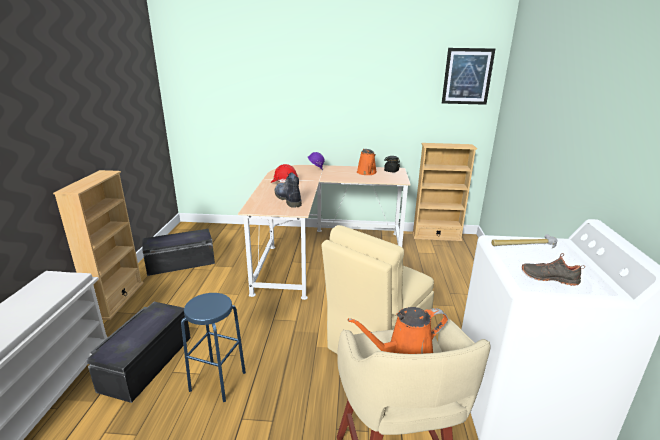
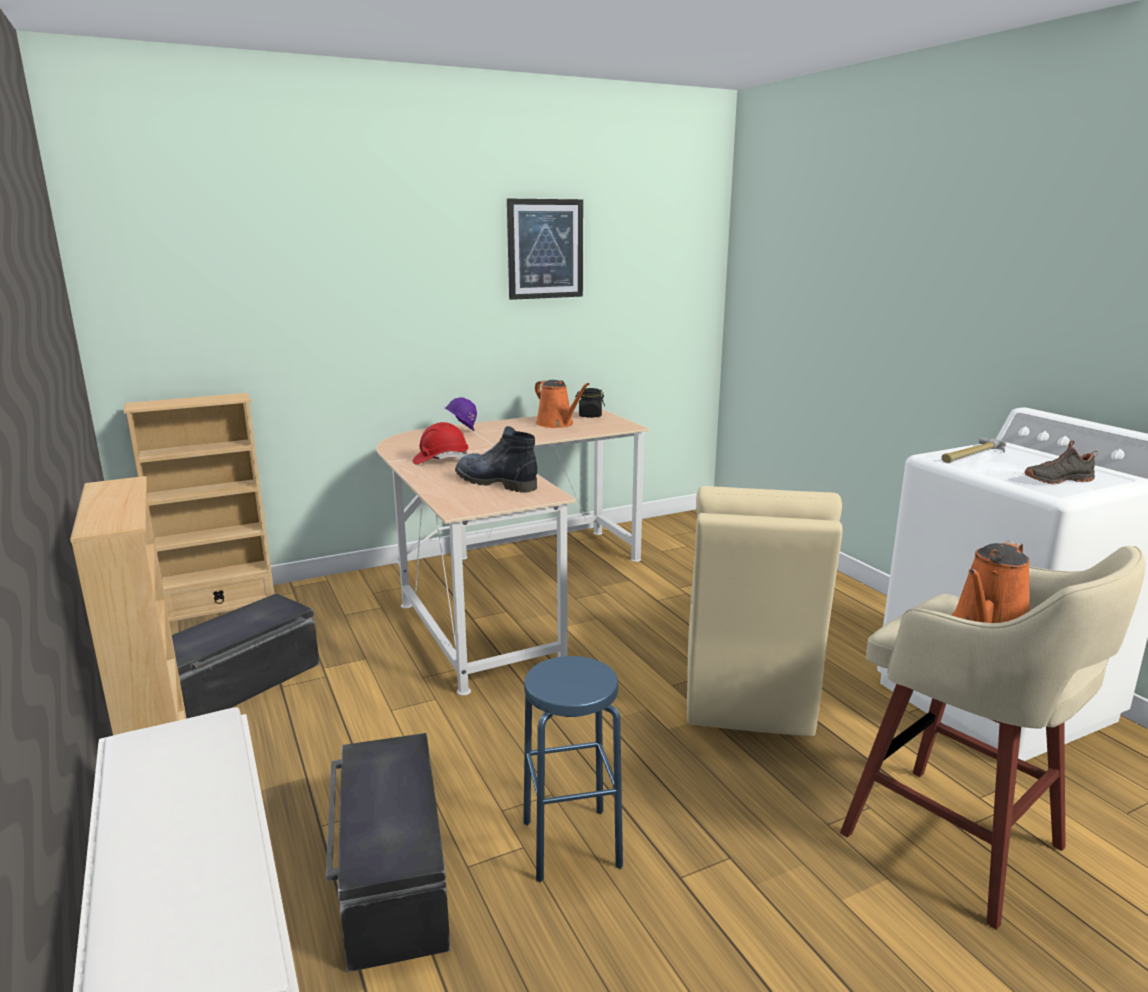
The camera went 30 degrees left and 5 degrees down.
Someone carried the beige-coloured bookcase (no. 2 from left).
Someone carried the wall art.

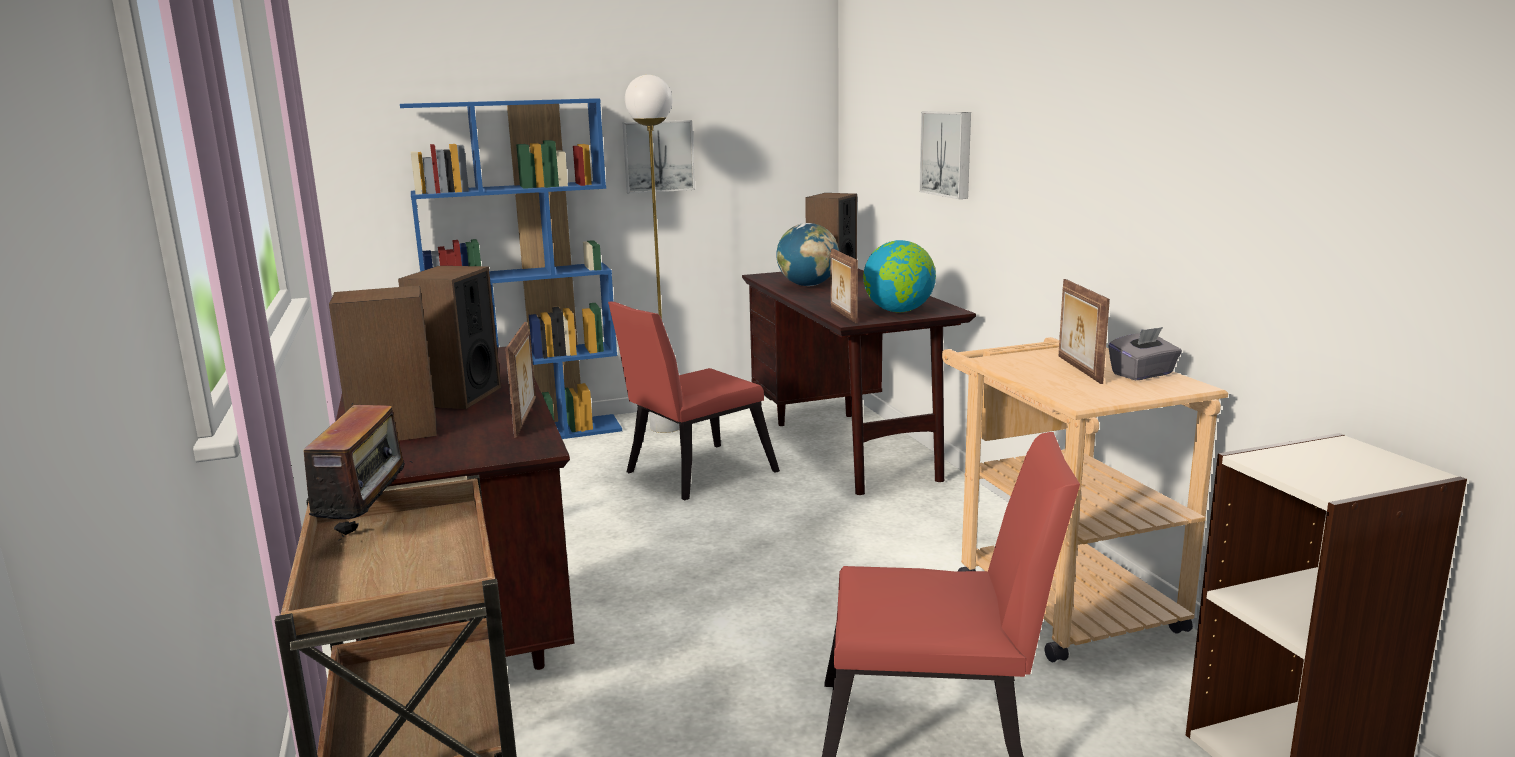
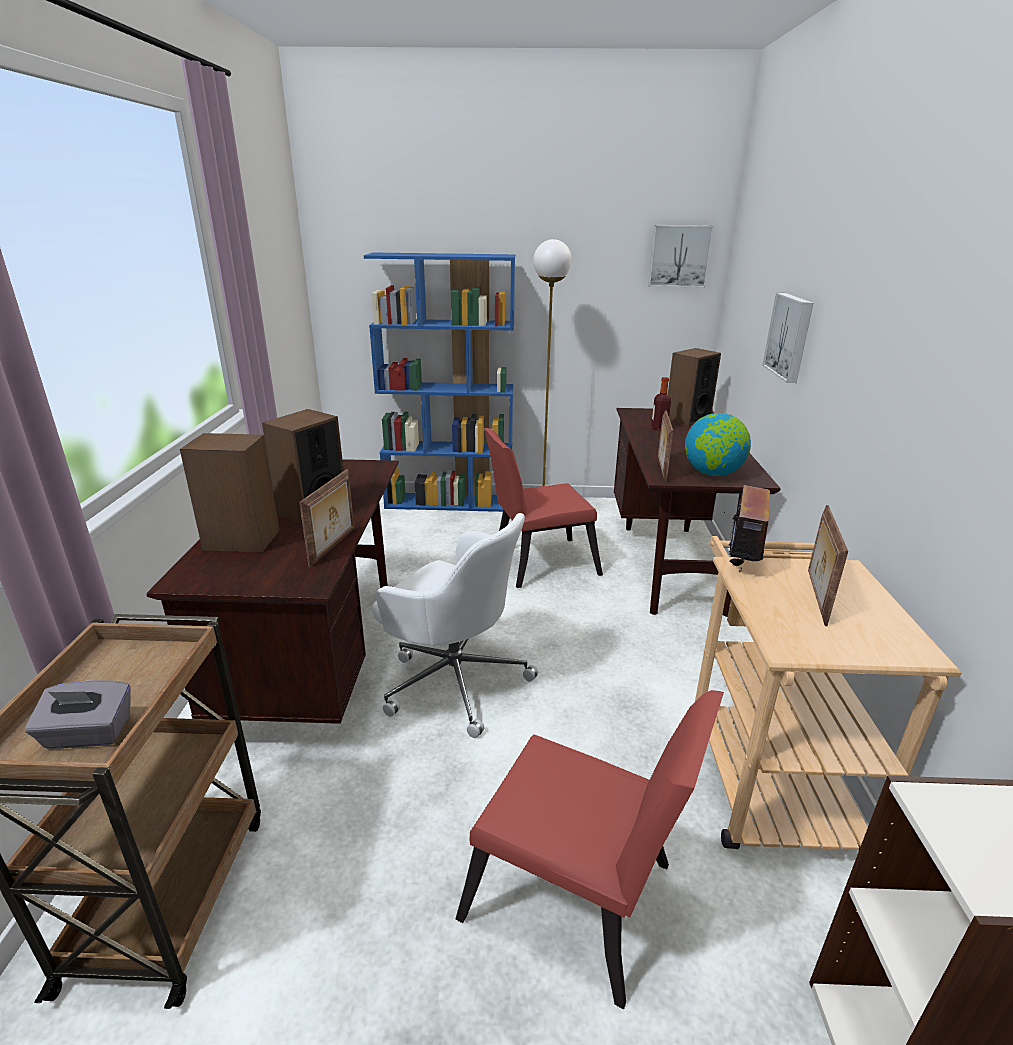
The camera went 20 degrees right and 10 degrees up.
Someone carried the radio set.
Someone carried the wall art (no. 1 from left).
Someone swapped the globe (no. 1 from left) for the drink bottle.
Someone carried the gray tissue holder.
Someone put down the white-coloured computer chair.

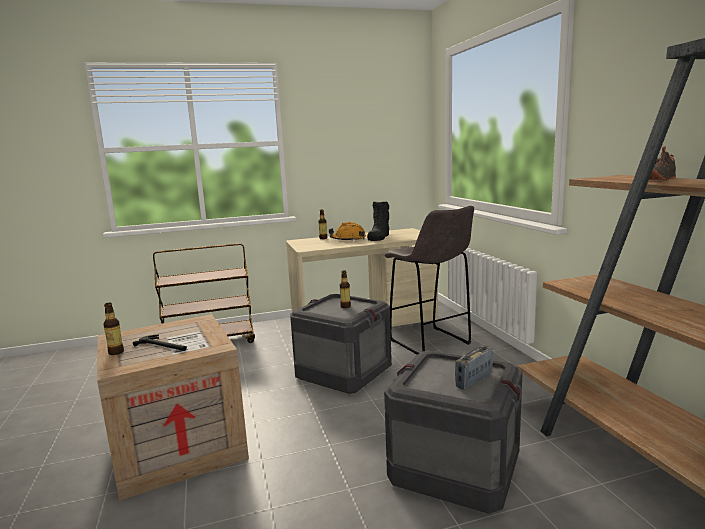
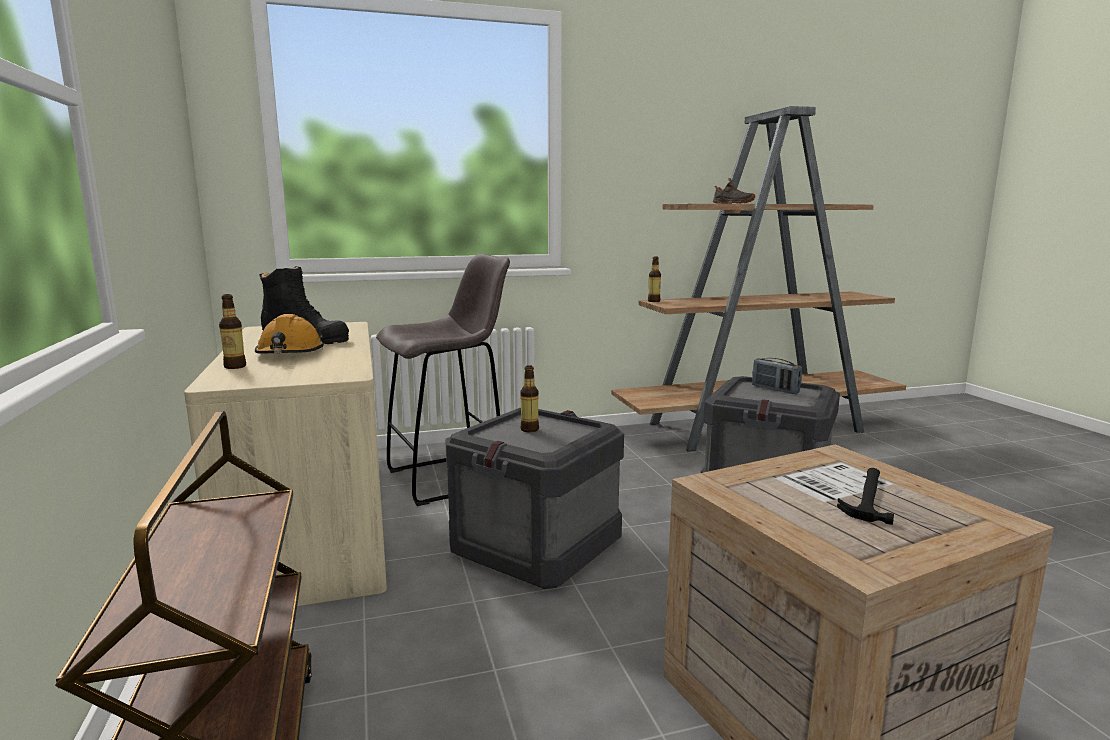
The camera went 90 degrees left and 0 degrees up.
Someone carried the drink bottle (no. 1 from left in the first image).

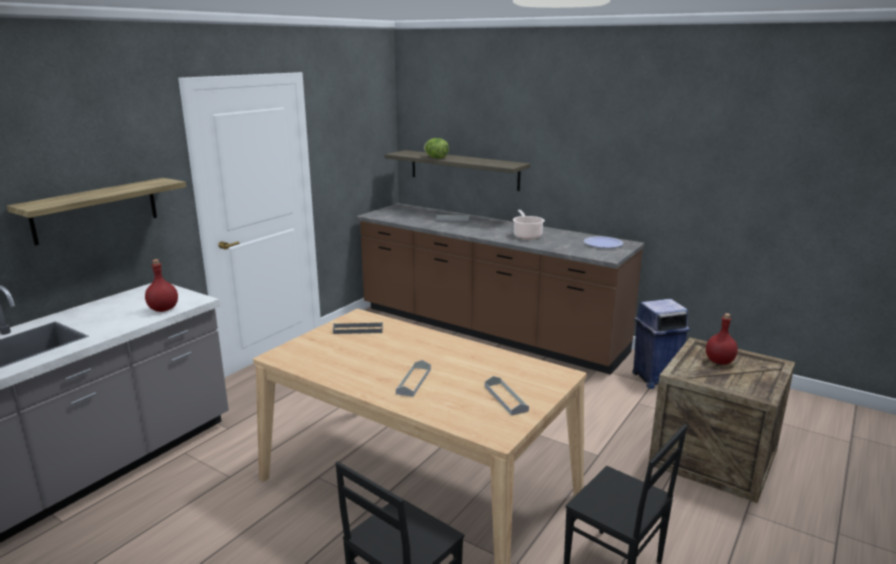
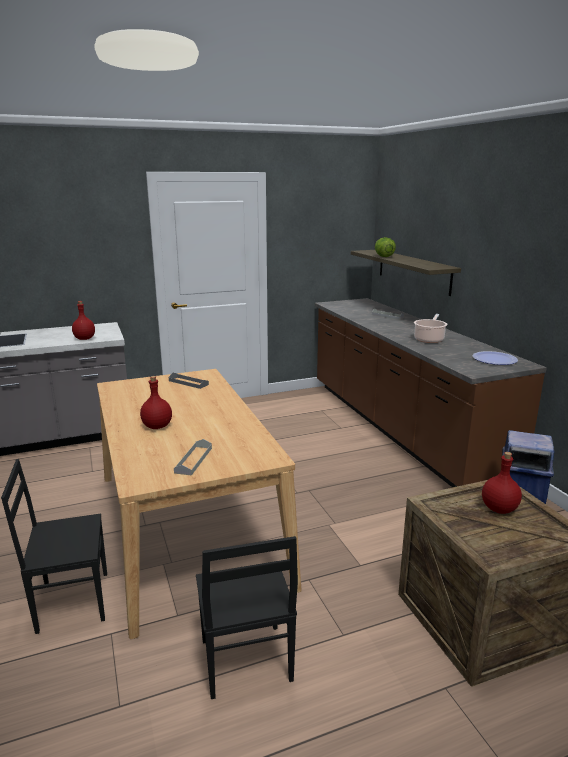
The camera went 35 degrees right and 0 degrees up.
Someone took away the bracket shelf (no. 1 from left).
Someone swapped the gray carrying tray (no. 2 from left) for the reddish drink bottle (no. 2 from left).

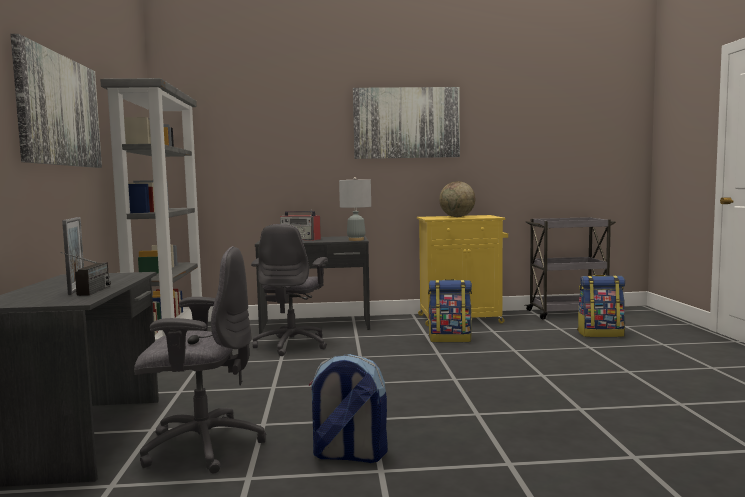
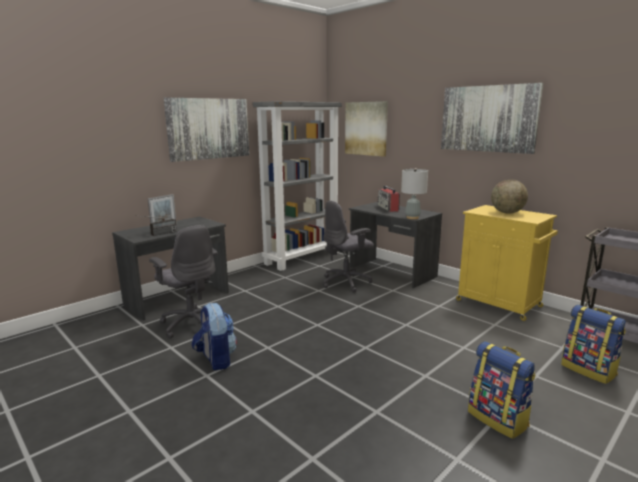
The camera went 50 degrees right and 10 degrees up.
Someone carried the rucksack (no. 2 from left).
Someone put up the wall art (no. 2 from left).

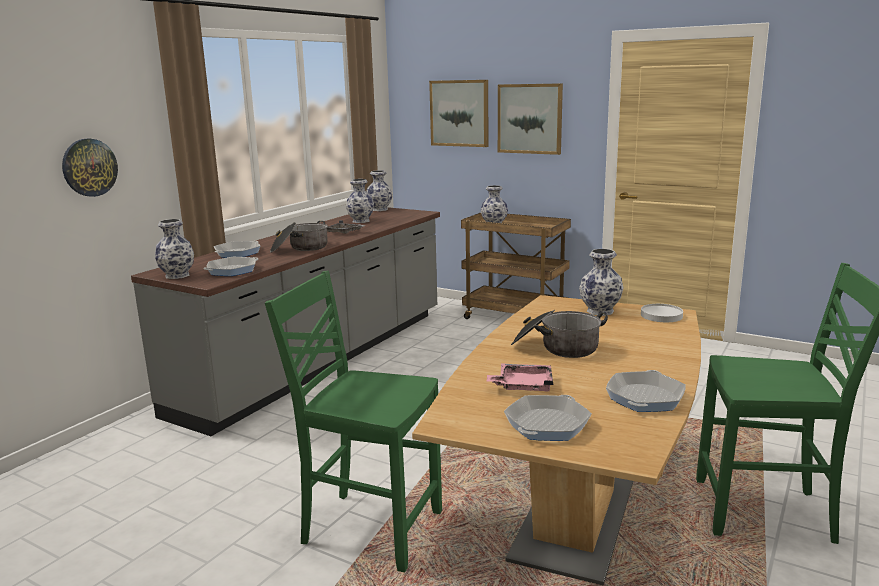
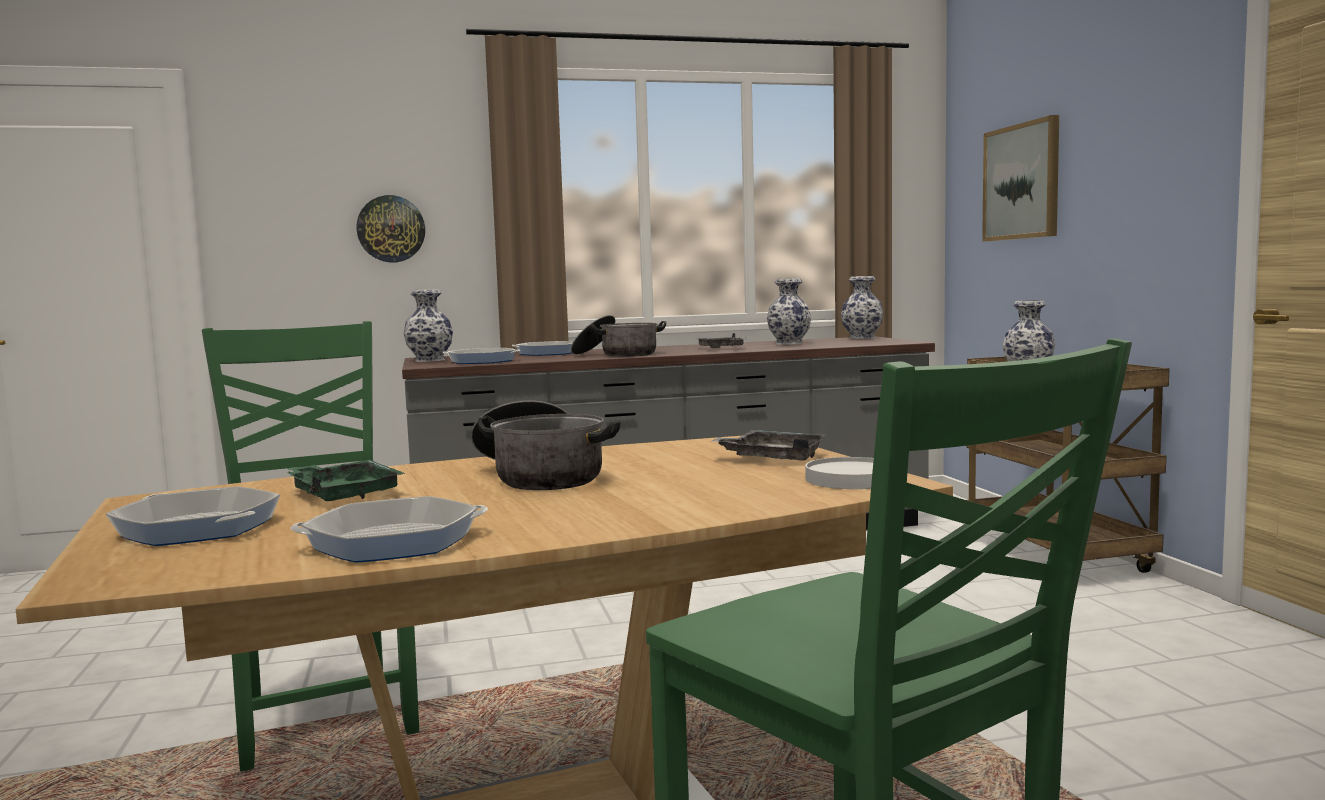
The camera went 45 degrees right and 10 degrees down.
Someone repainted the pink-coloured carrying tray, which became the greenish carrying tray.
Someone took away the wall art (no. 2 from left).
Someone rotated the skillet (no. 3 from left in the first image) by 45 degrees clockwise.
Someone swapped the flower vase (no. 5 from left) for the gray carrying tray (no. 2 from left).

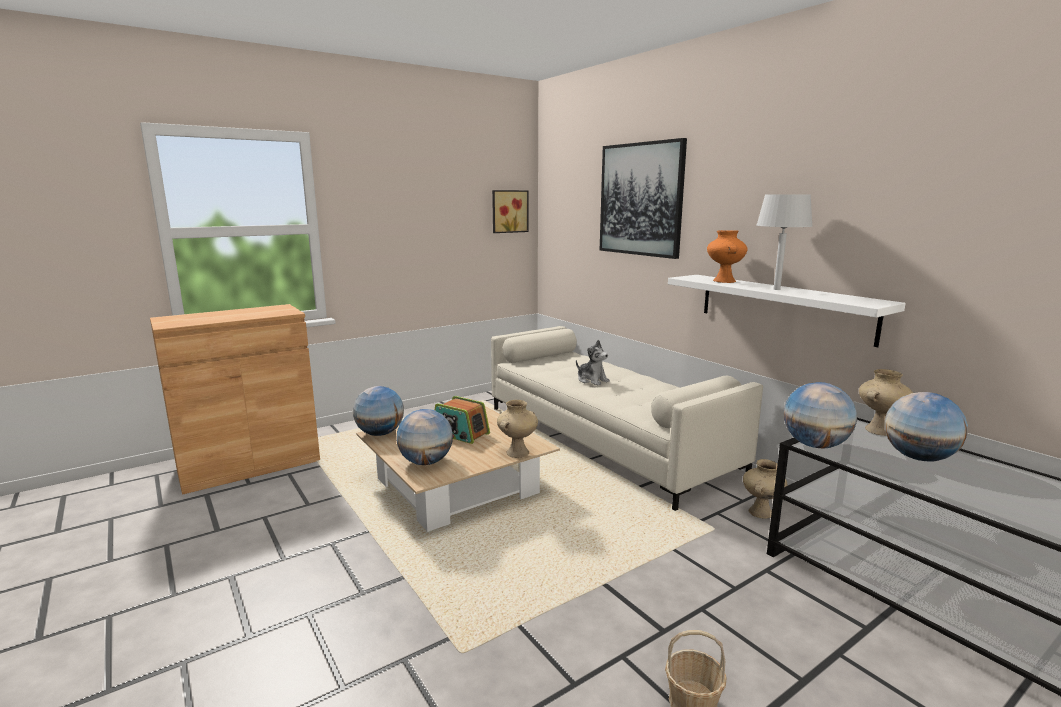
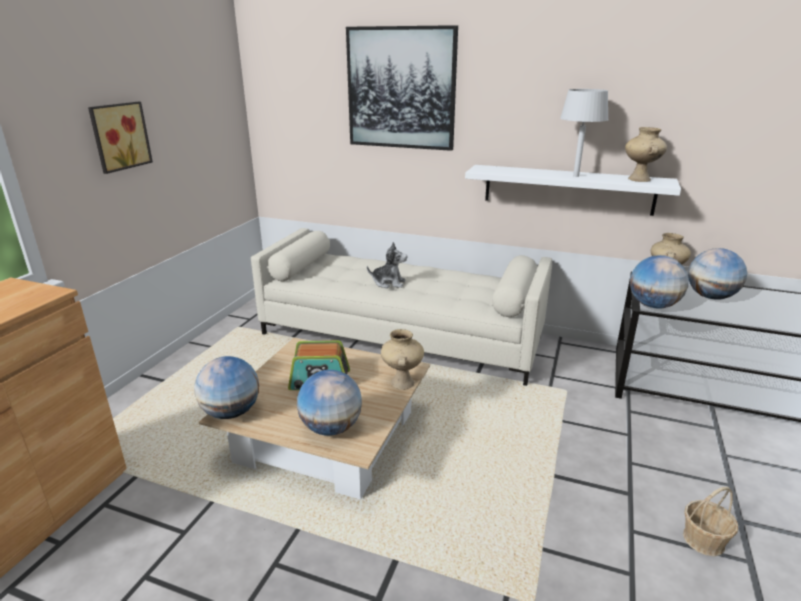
The camera went 35 degrees left and 10 degrees up.
Someone carried the wall art (no. 1 from left).
Someone took away the orange flower vase.
Someone carried the beige-coloured flower vase (no. 2 from left).

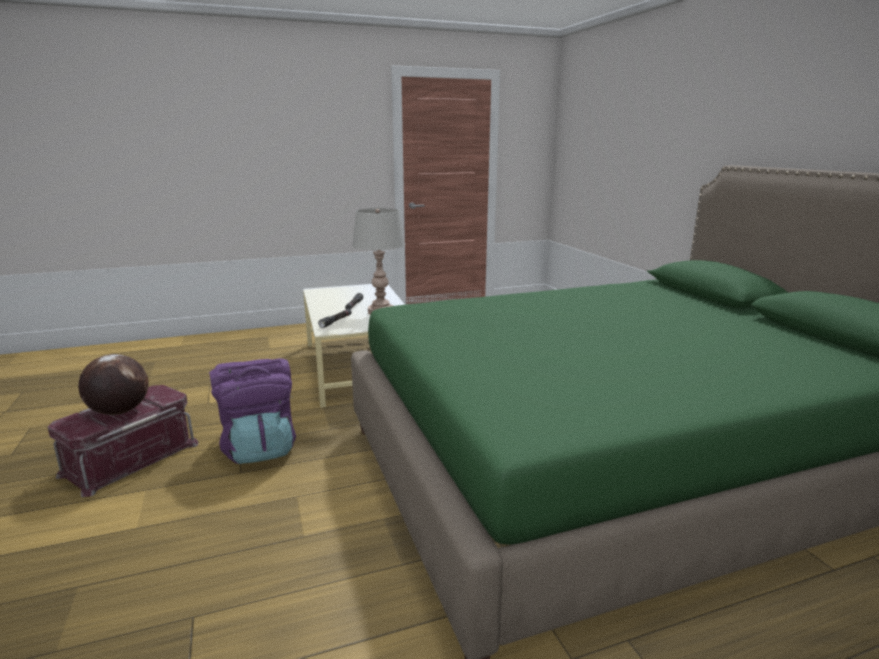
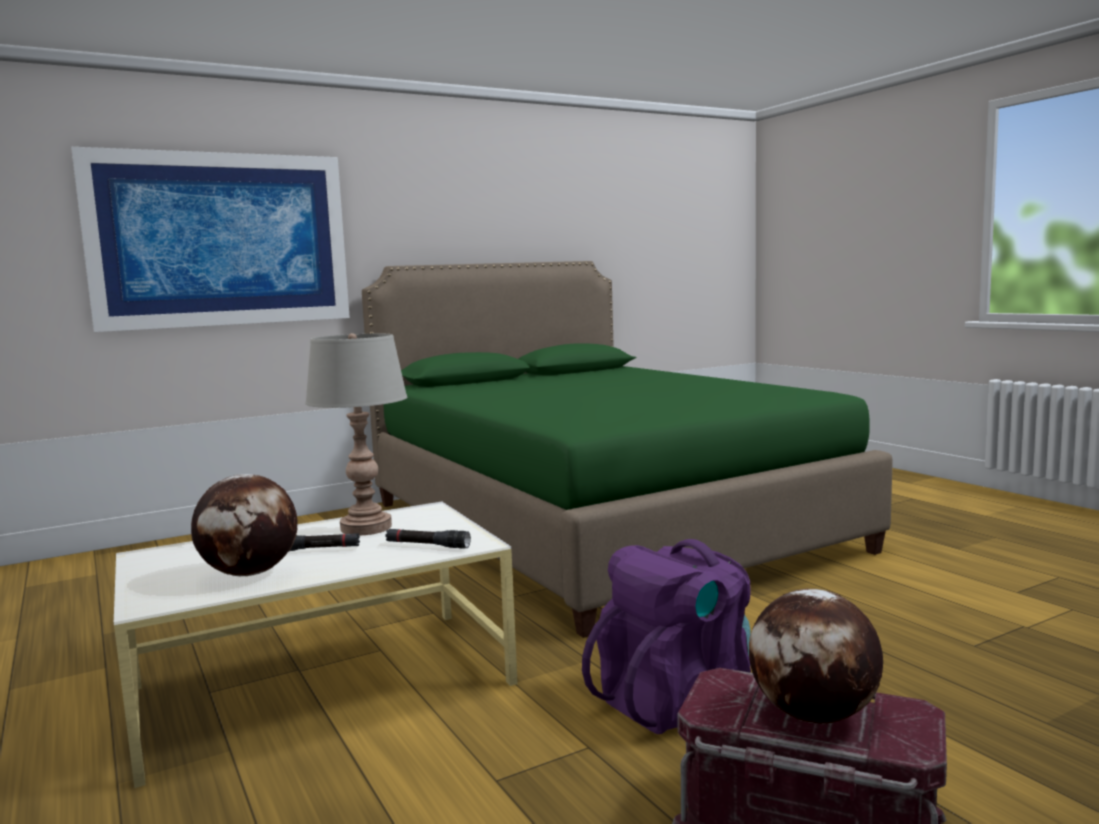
The camera went 100 degrees left and 10 degrees down.
Someone put up the wall art.
Someone put down the globe (no. 1 from left).

